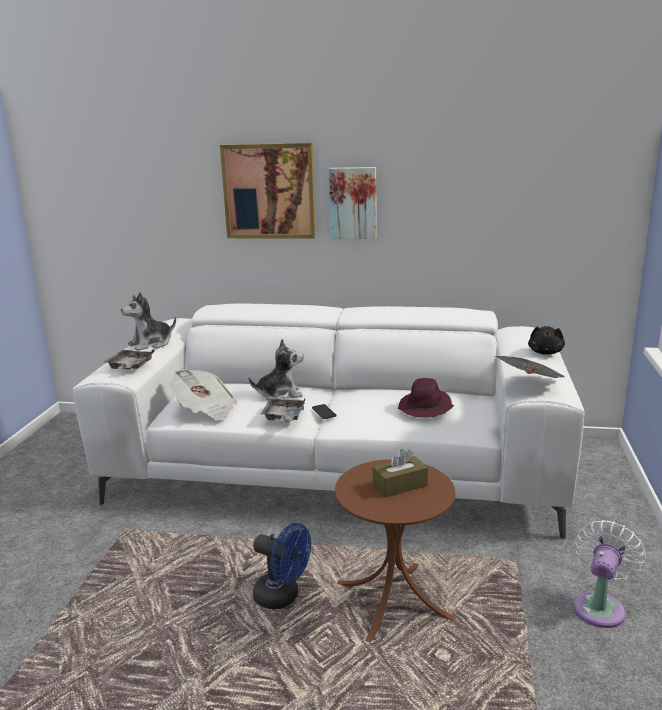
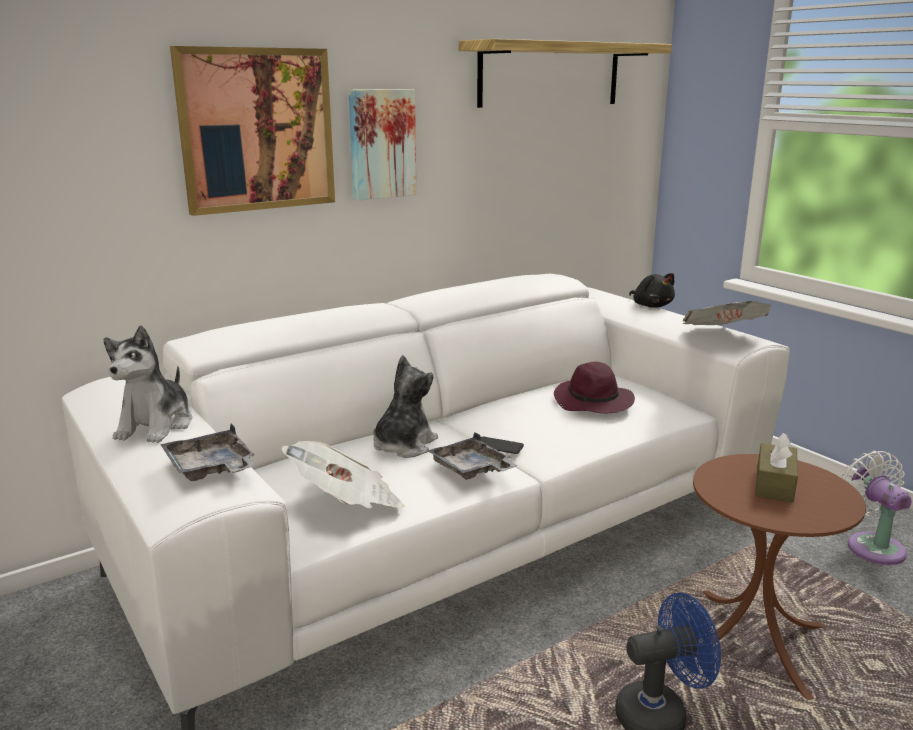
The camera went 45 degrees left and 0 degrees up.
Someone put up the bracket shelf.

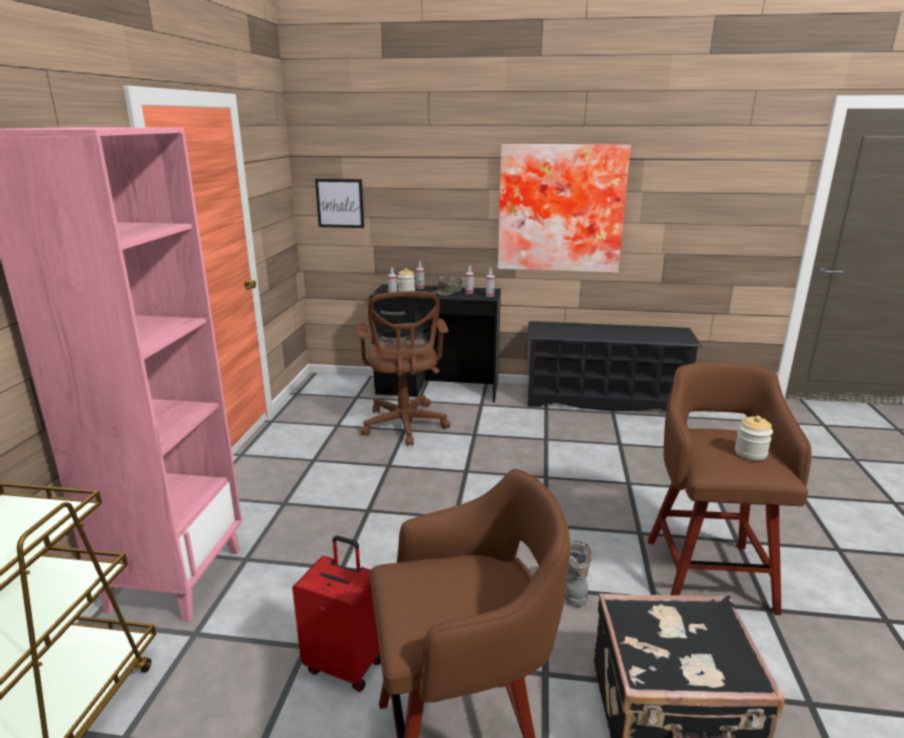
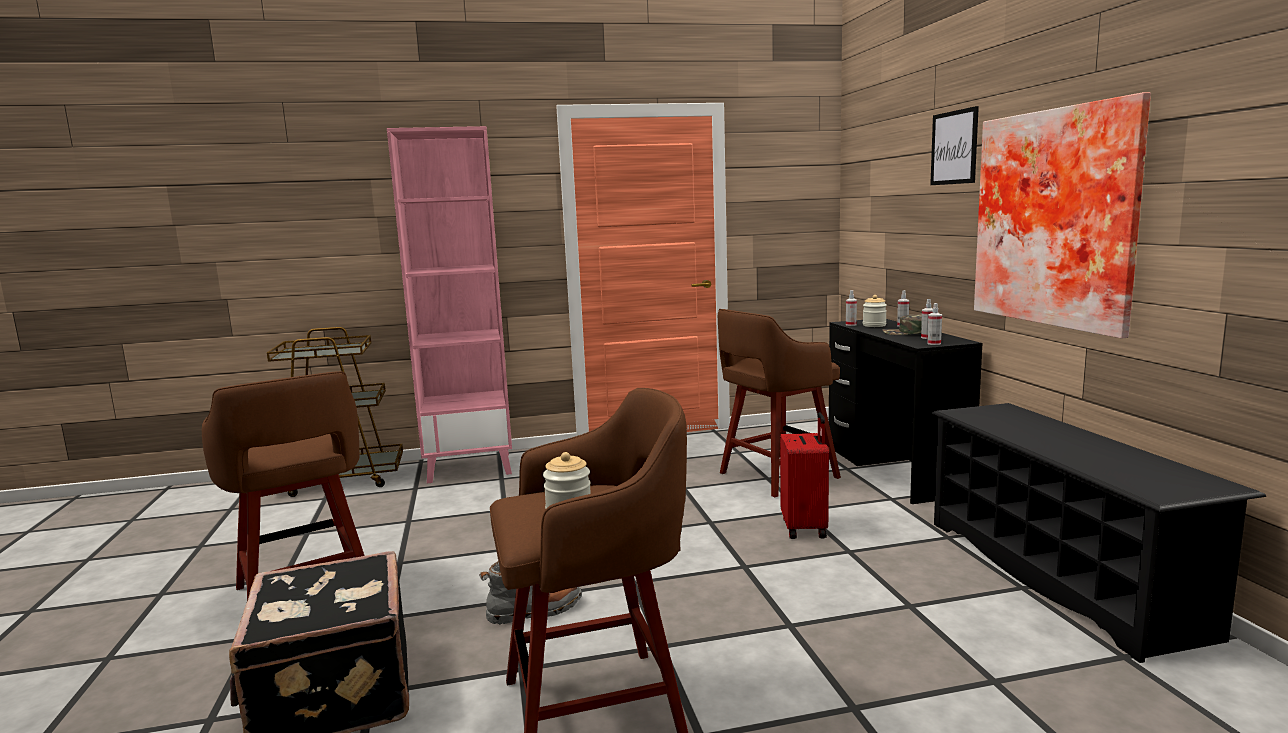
The camera went 70 degrees right and 10 degrees down.
Someone carried the reddish travel case.
Someone carried the wall art (no. 1 from left).
Someone swapped the brown-coloured computer chair for the brown-coloured stool seat (no. 3 from left).

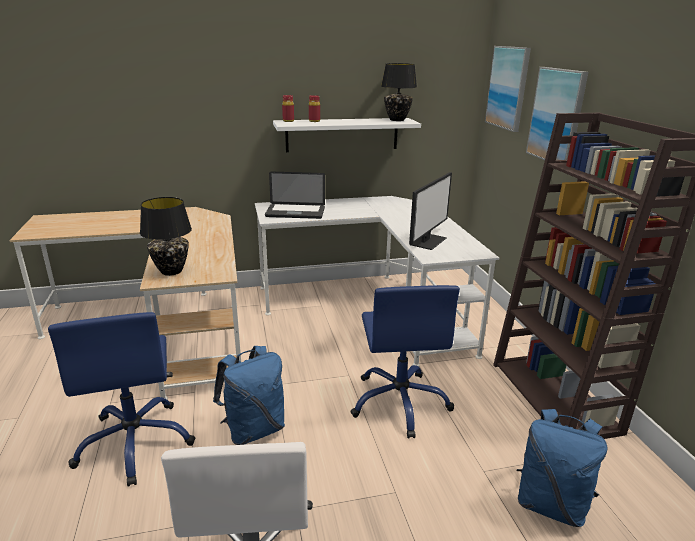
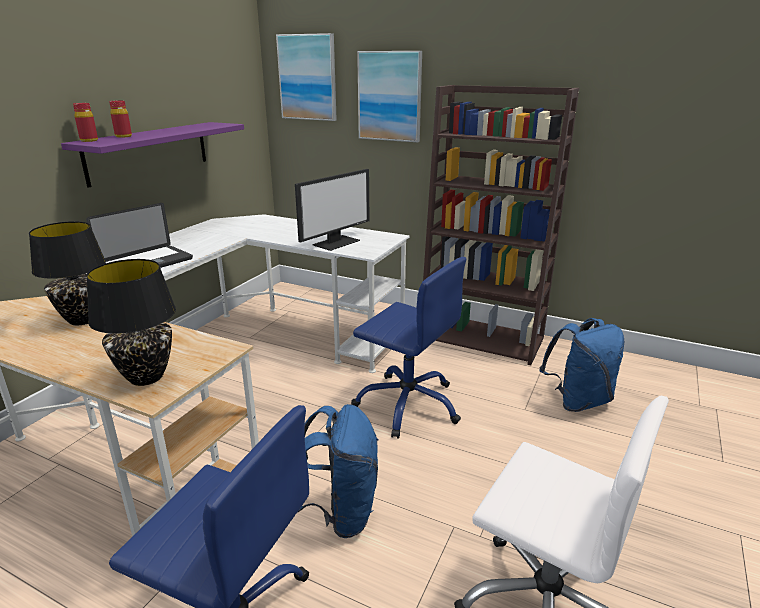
The camera went 50 degrees left and 0 degrees up.
Someone repainted the white-coloured bracket shelf, which became the purple-coloured bracket shelf.
Someone carried the black-coloured tabletop lamp (no. 2 from left in the first image).
Someone rotated the monitor by 60 degrees clockwise.

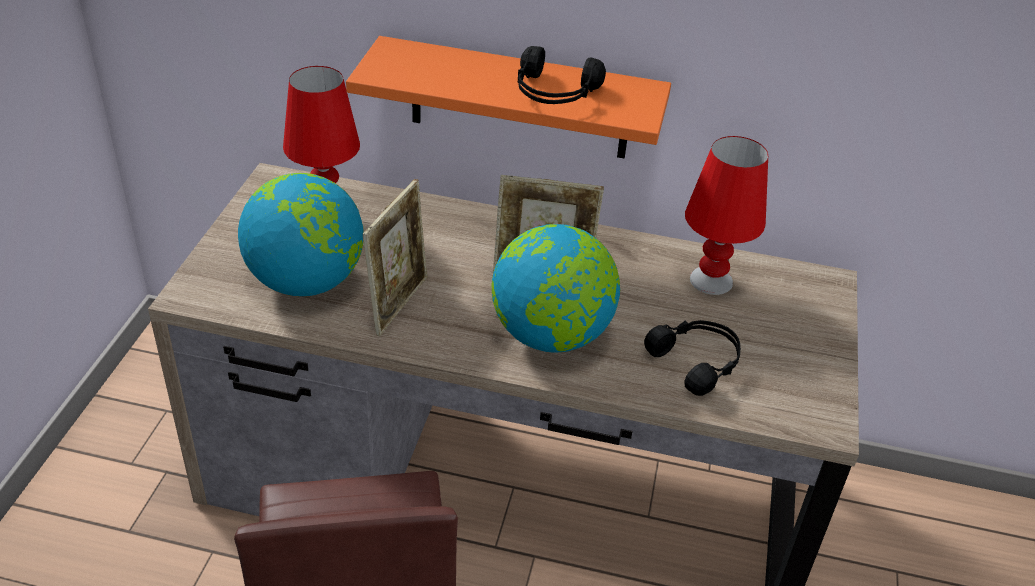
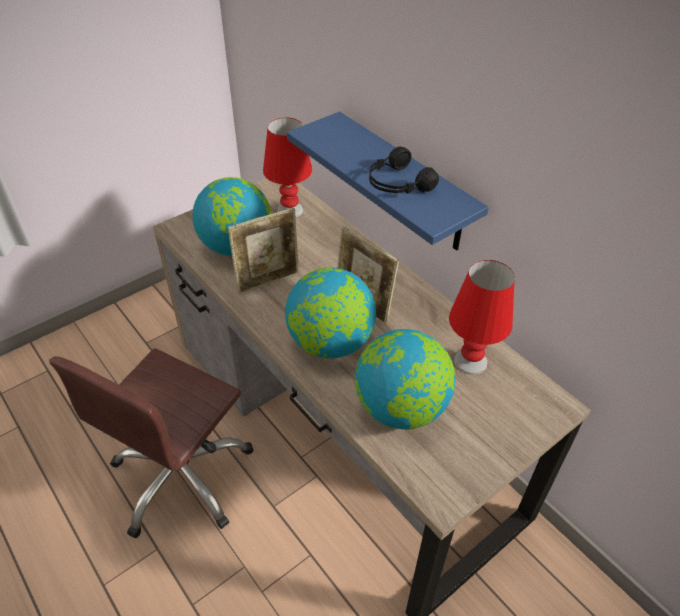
The camera went 40 degrees right and 5 degrees up.
Someone repainted the orange bracket shelf, which became the bluish bracket shelf.
Someone swapped the black-coloured headphones (no. 2 from left) for the globe (no. 3 from left).

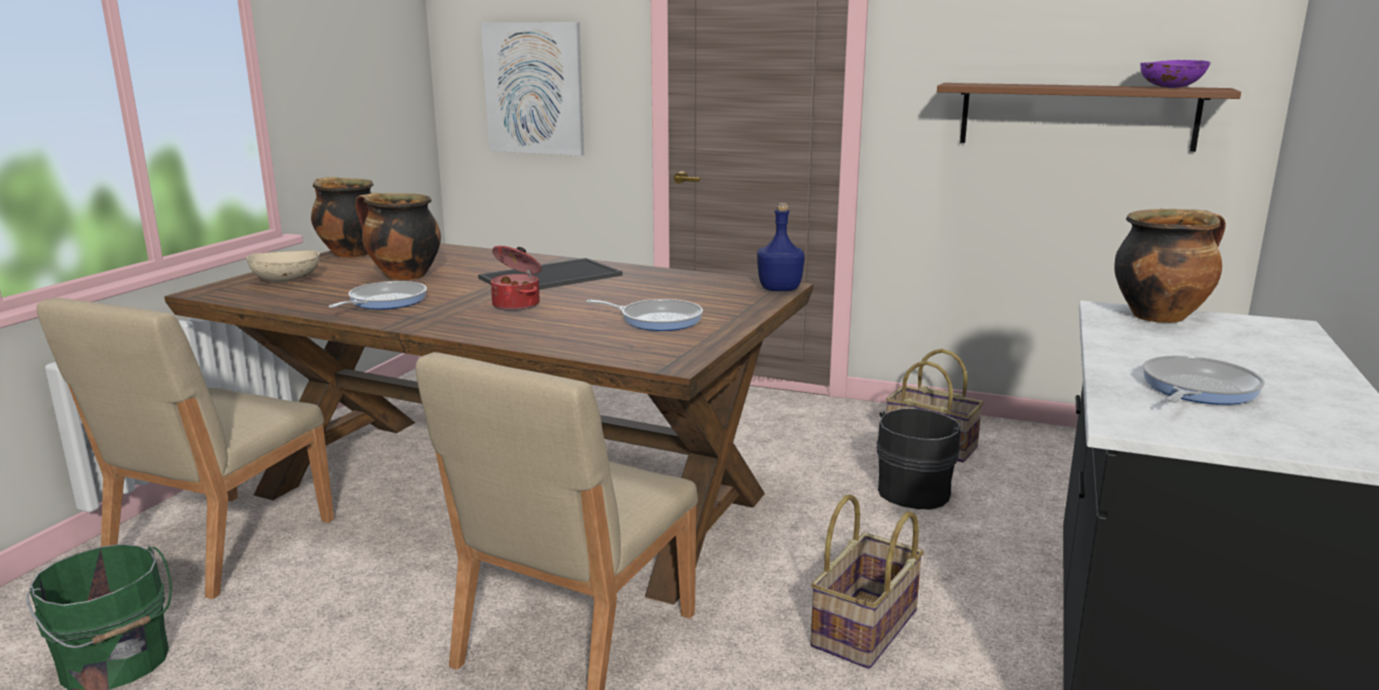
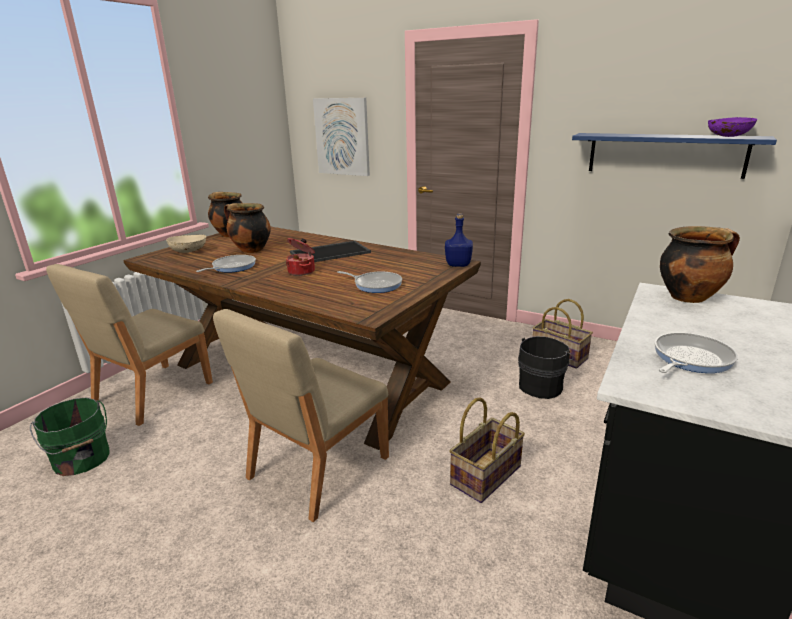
The camera went 10 degrees right and 5 degrees up.
Someone repainted the brown-coloured bracket shelf, which became the bluish bracket shelf.

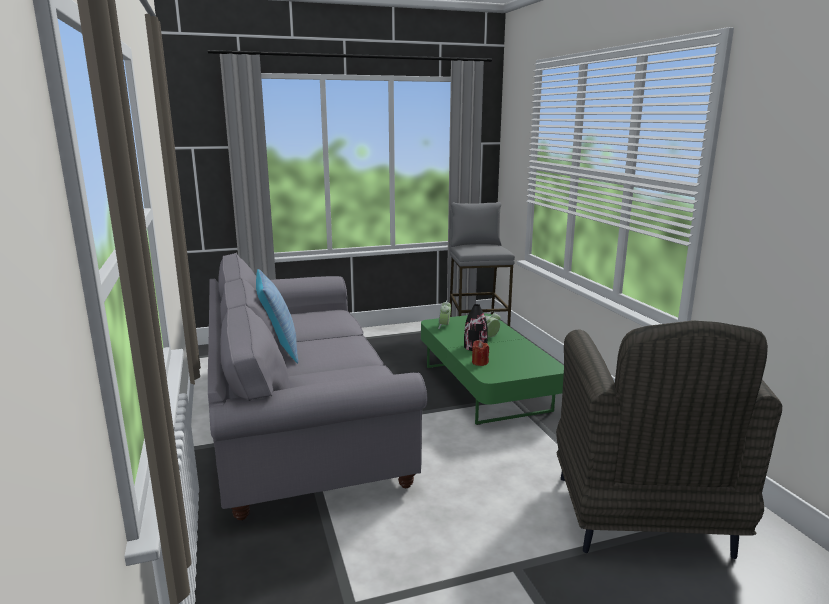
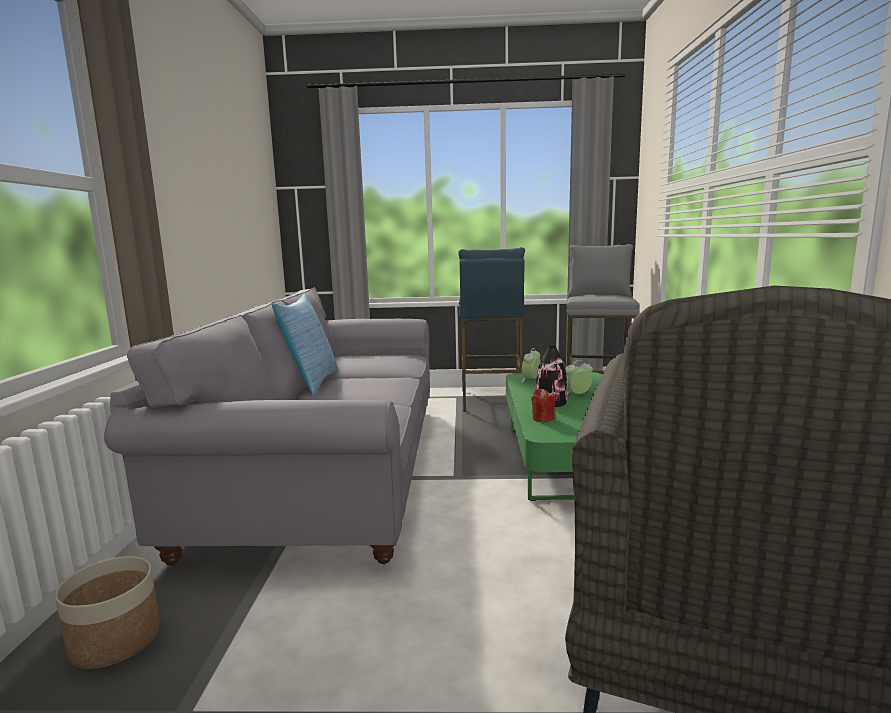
The camera went 20 degrees right and 5 degrees down.
Someone put down the flower pot.
Someone put down the bluish stool seat.

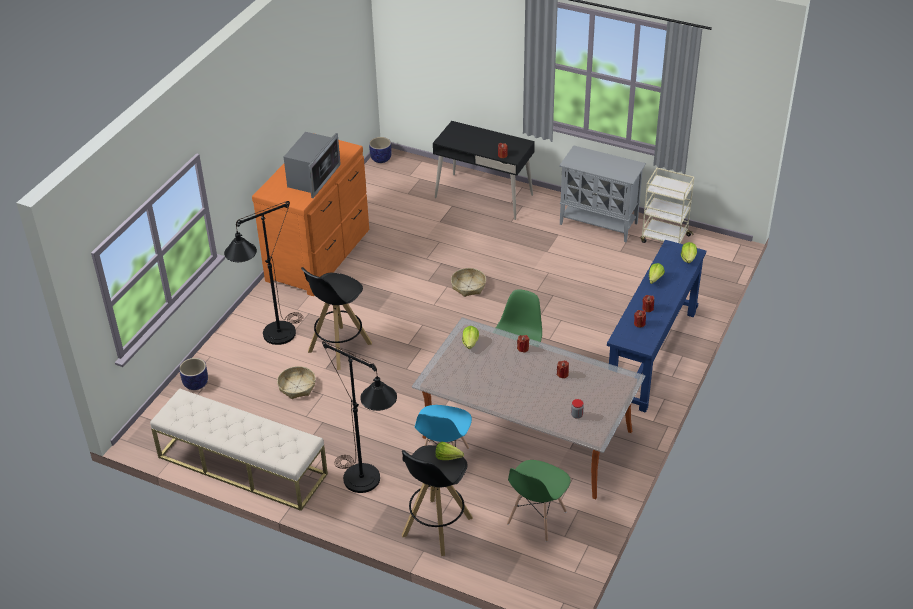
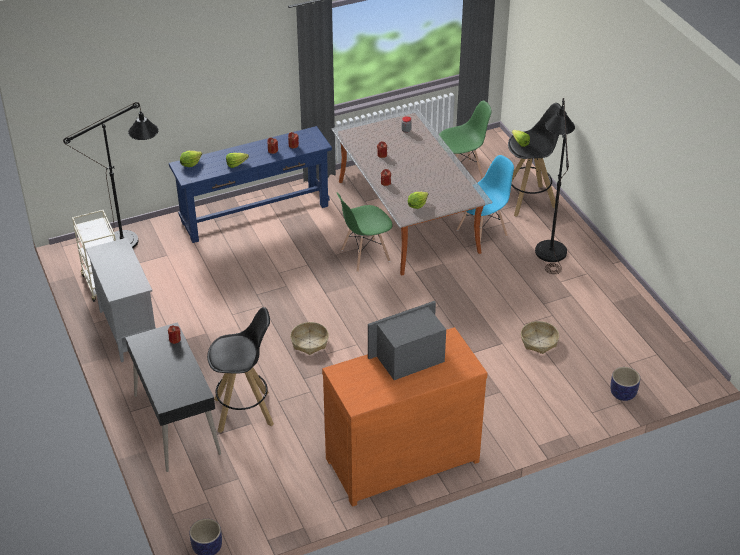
The camera went 140 degrees left and 0 degrees up.
Someone took away the beige-coloured long seat.
Someone carried the black-coloured standard lamp (no. 1 from left).
Someone carried the black-coloured stool seat (no. 1 from left).

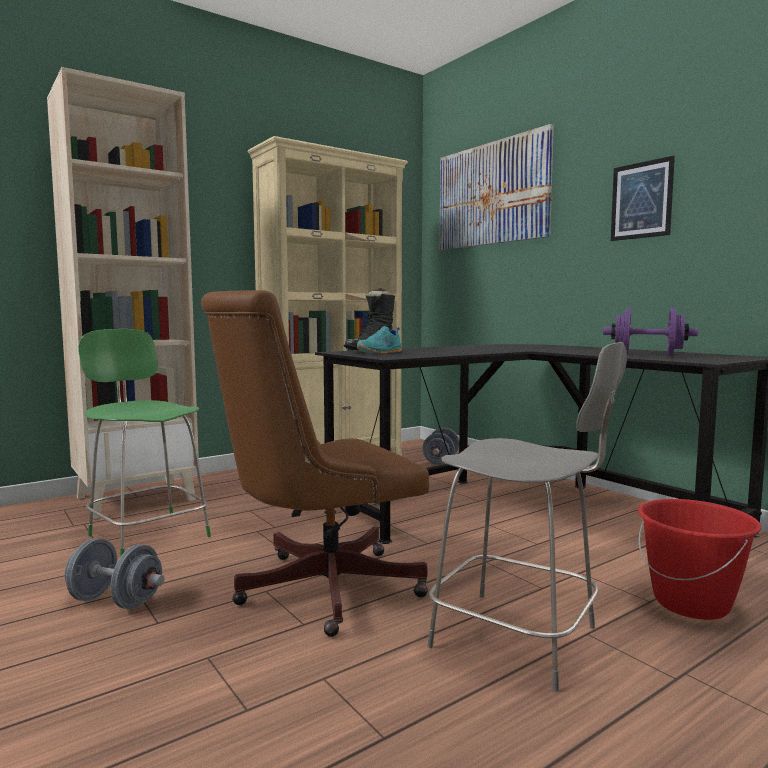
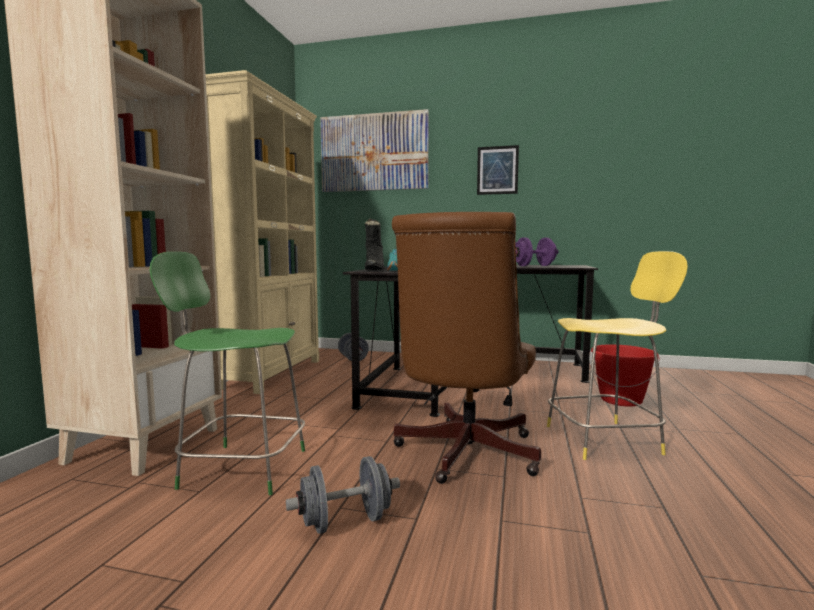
The camera went 40 degrees left and 0 degrees up.
Someone repainted the gray stool seat, which became the yellow-coloured stool seat.

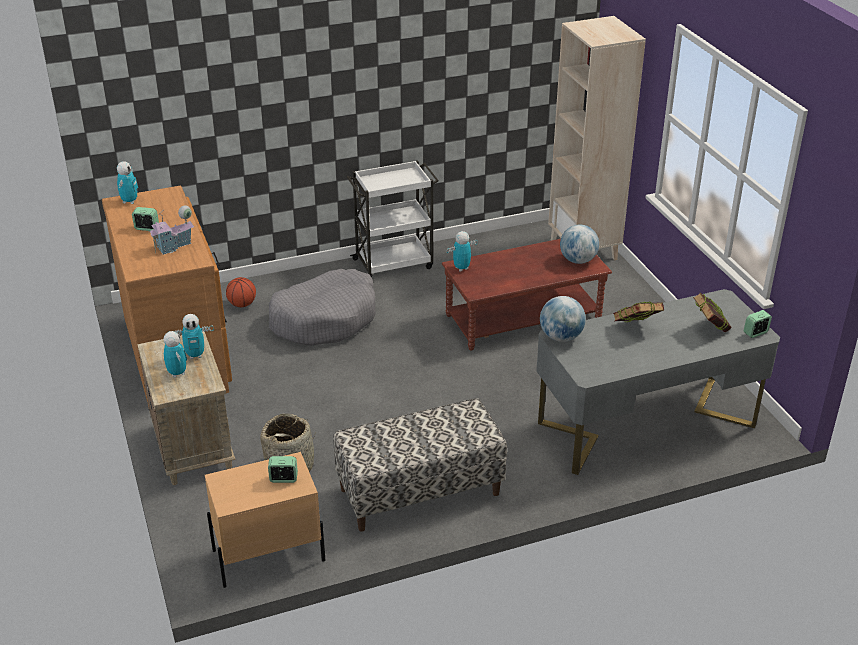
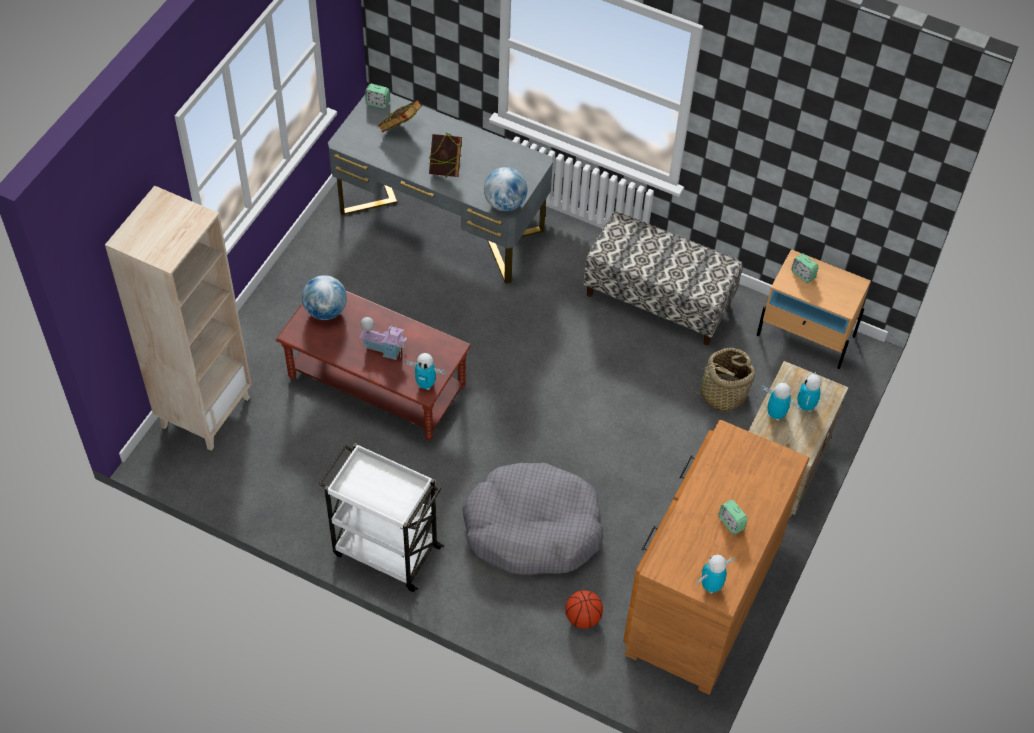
The camera went 135 degrees left and 20 degrees up.
Someone carried the model house.

